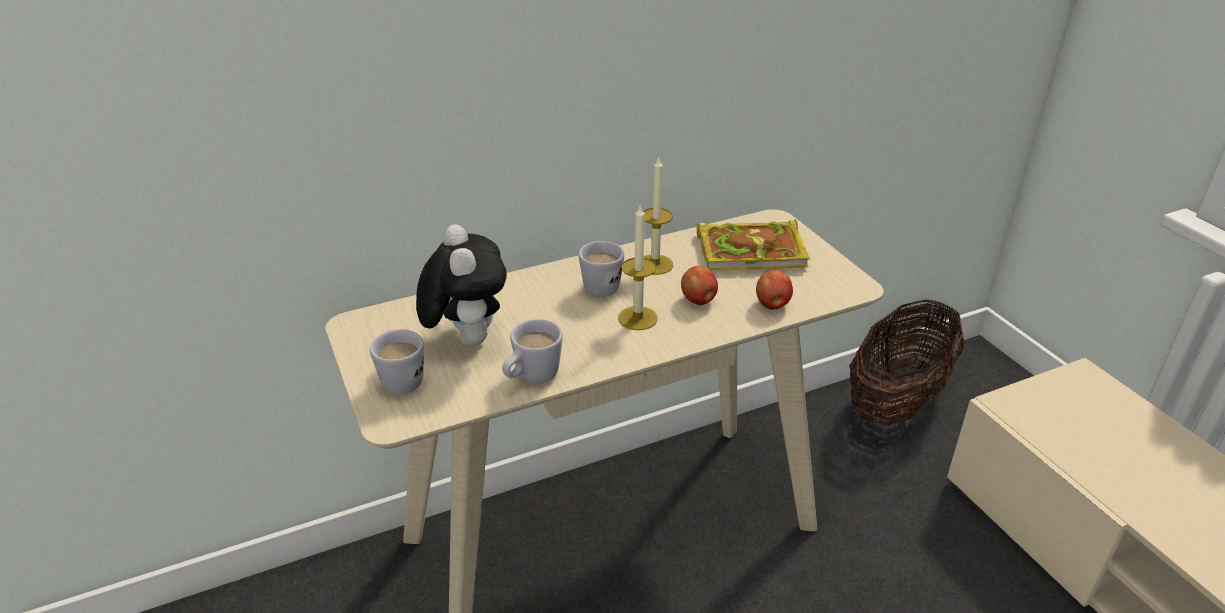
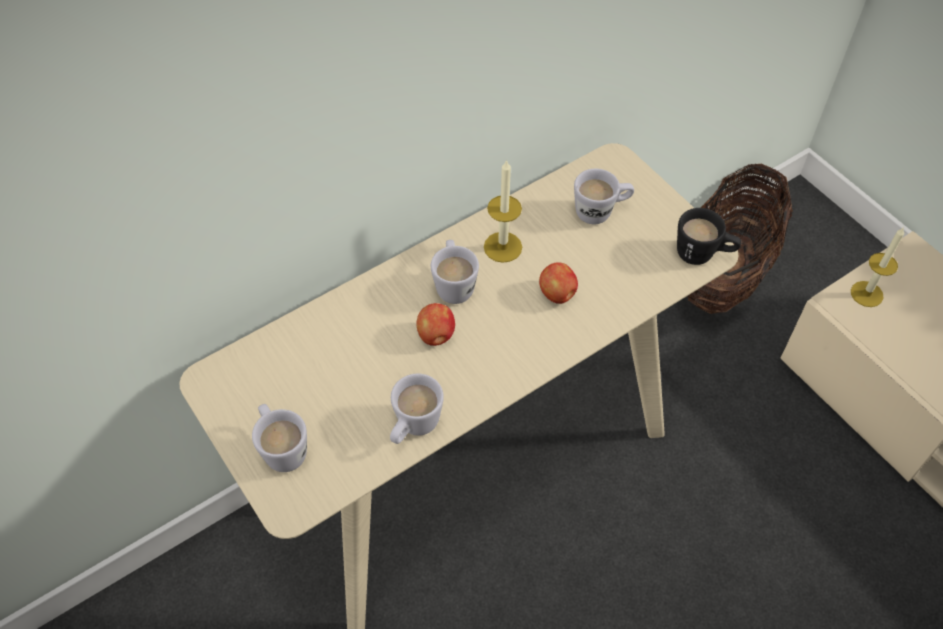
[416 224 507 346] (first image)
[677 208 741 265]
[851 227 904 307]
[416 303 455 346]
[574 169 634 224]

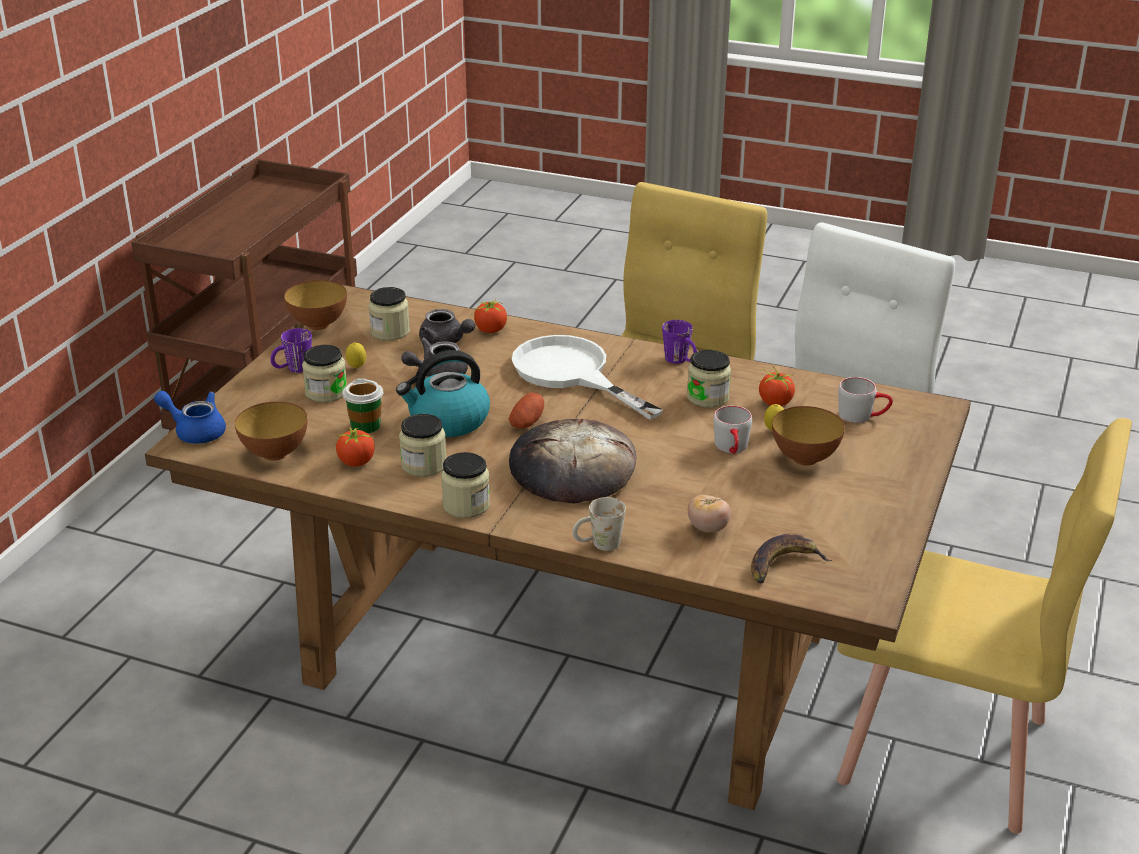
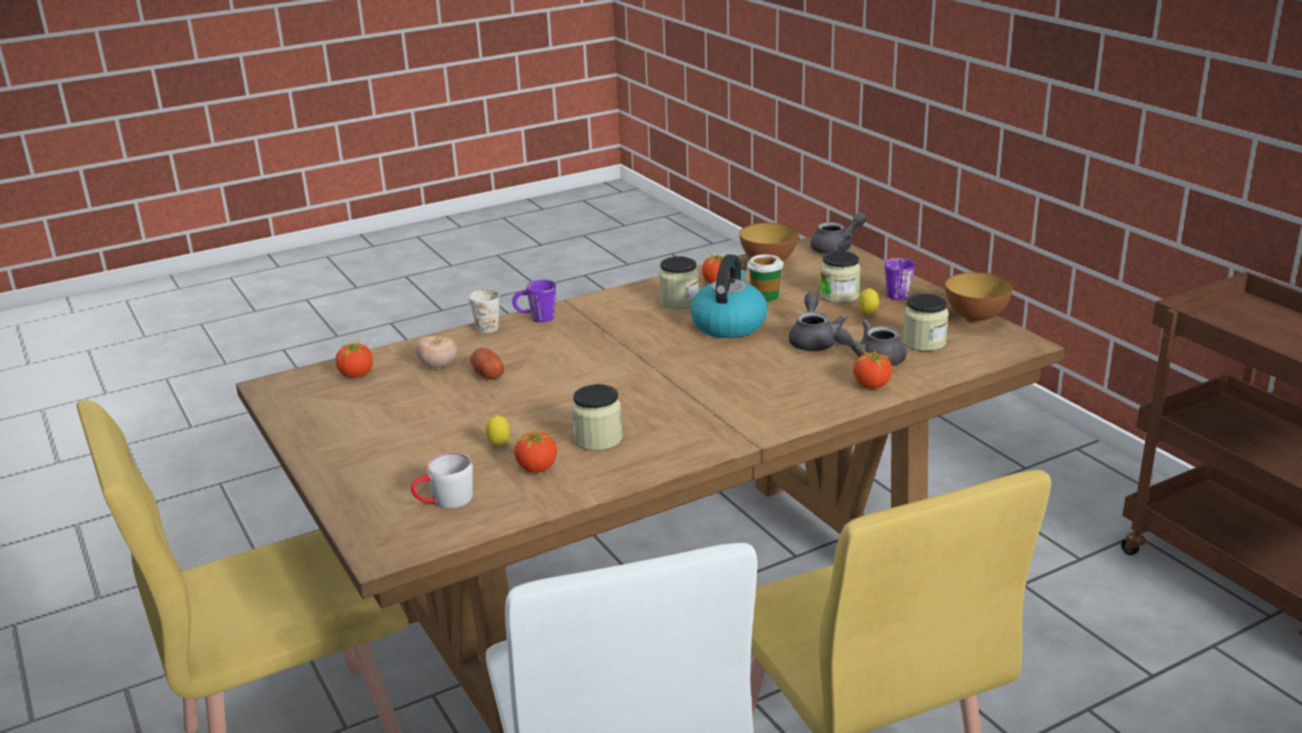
[441 452 490 518] (first image)
[509 419 636 503] (first image)
[512 335 663 420] (first image)
[713 406 752 454] (first image)
[772 406 845 466] (first image)
[470 348 504 380]
[512 280 556 323]
[335 336 373 378]
[811 212 867 254]

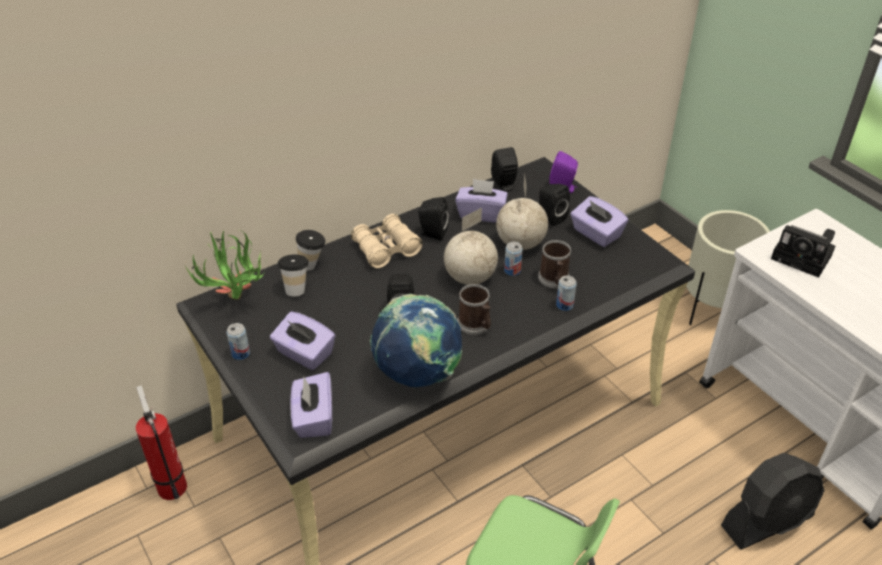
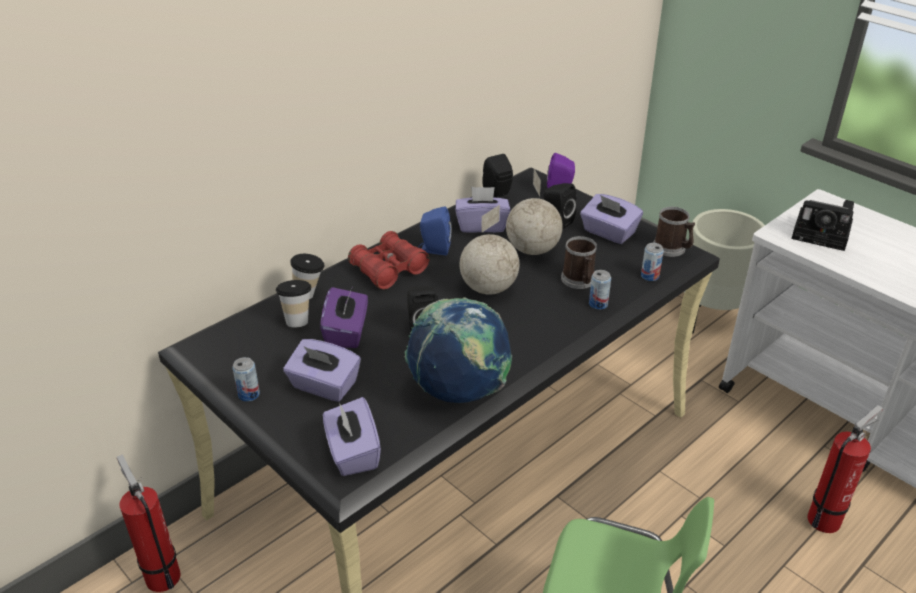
[185 231 269 300] (first image)
[320 287 368 348]
[653 207 695 257]
[641 243 664 281]
[808 405 883 533]
[348 231 430 290]
[418 206 452 255]

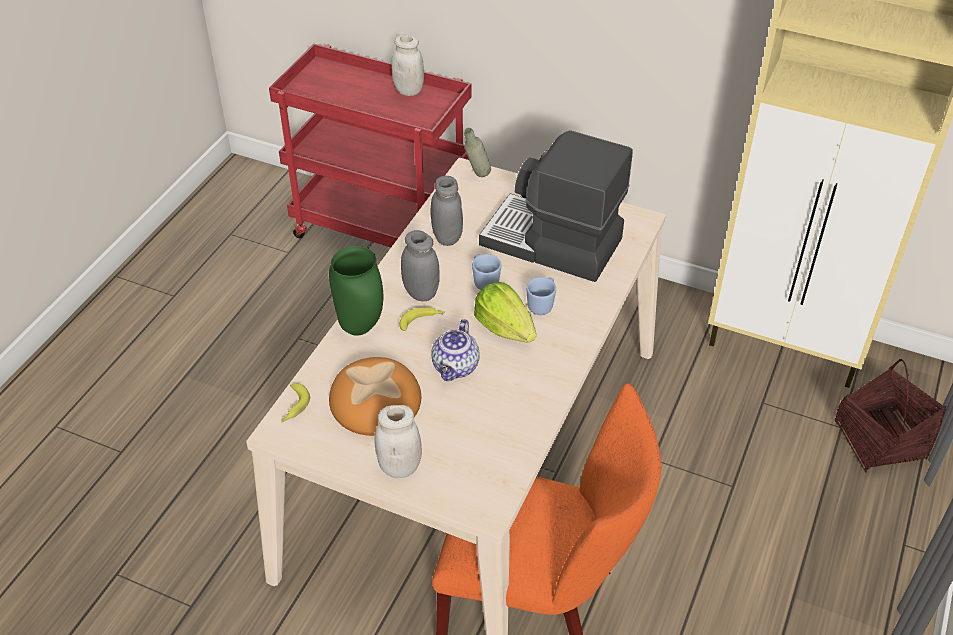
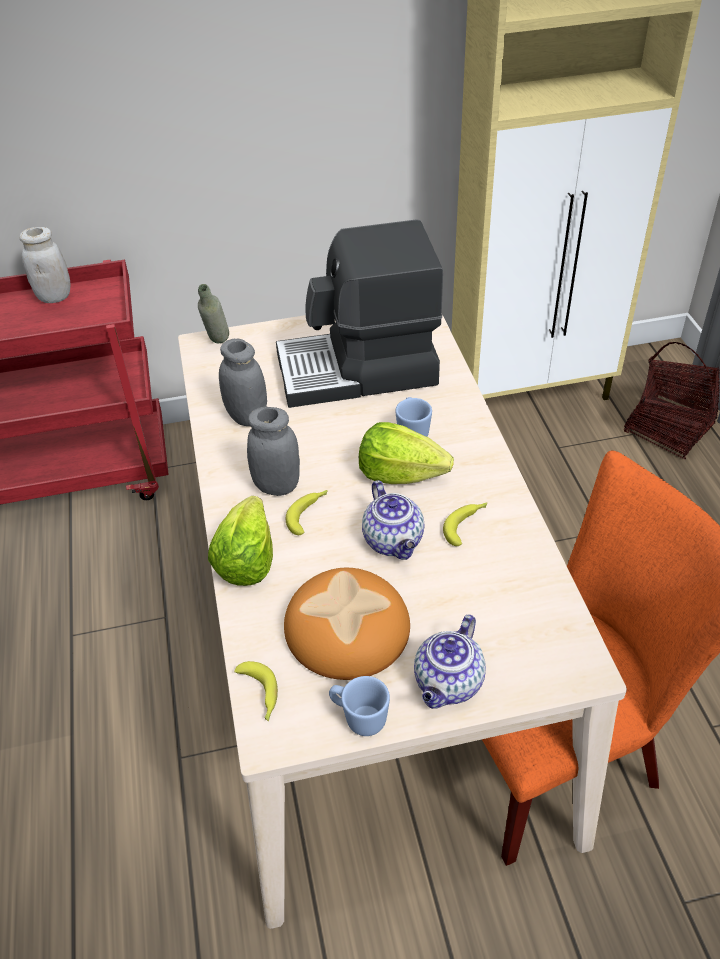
[443 503 487 546]
[329 676 390 736]
[208 496 273 586]
[414 614 486 709]

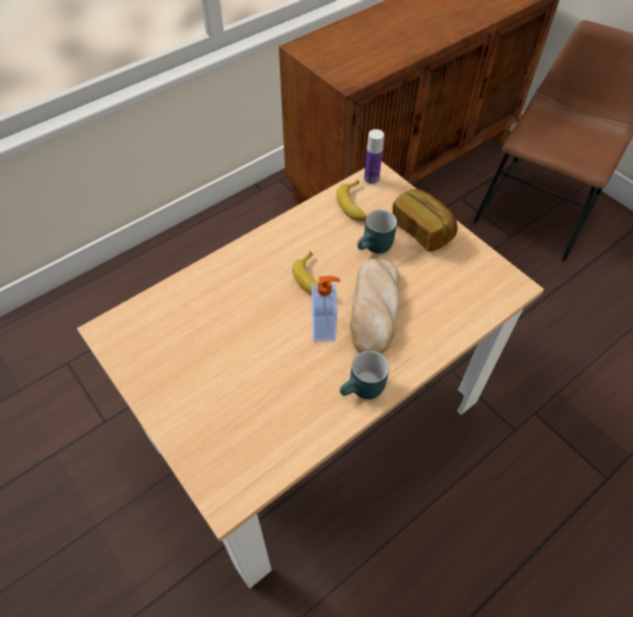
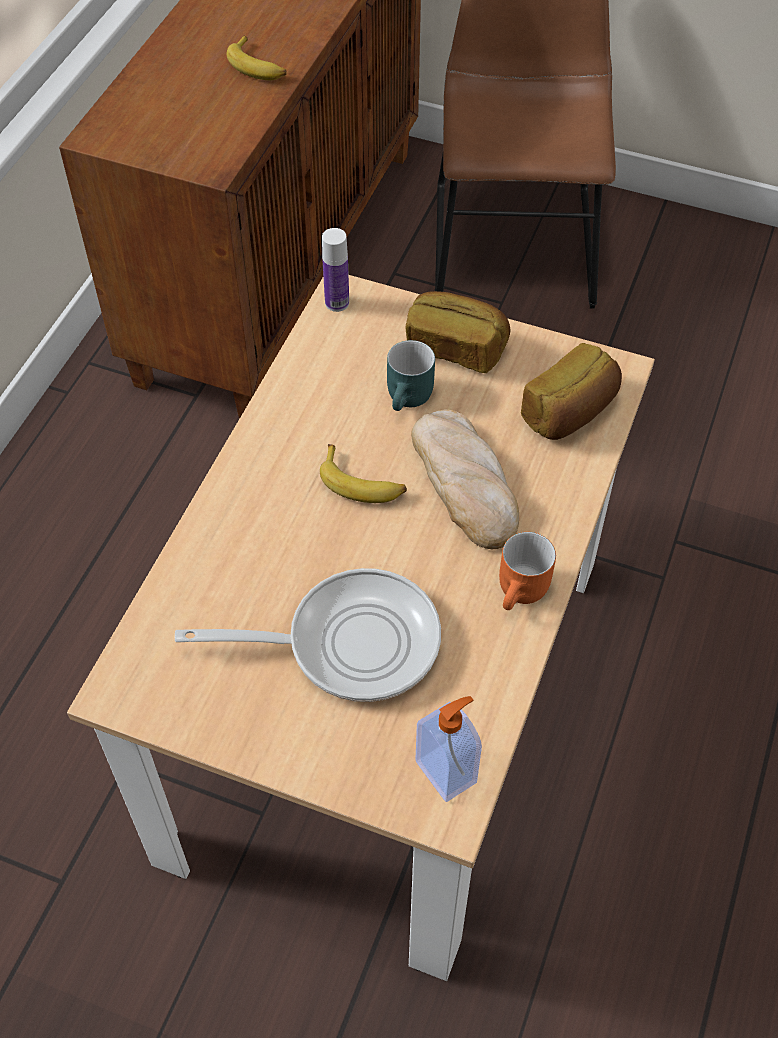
[175 568 441 702]
[521 343 622 440]
[415 696 482 802]
[227 35 287 80]
[499 532 556 610]

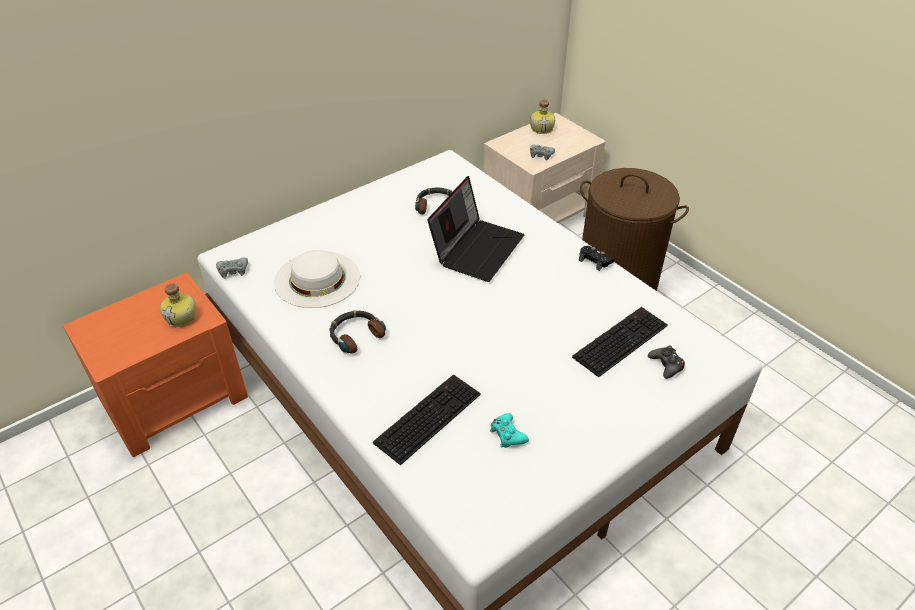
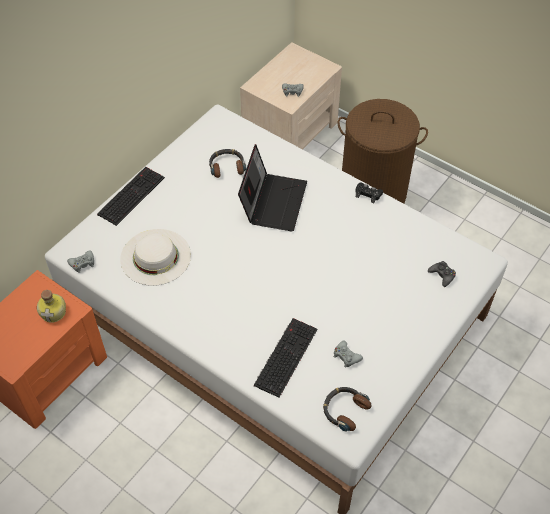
[530 99 555 134] (first image)
[323 387 372 432]
[97 167 165 226]
[333 340 363 368]

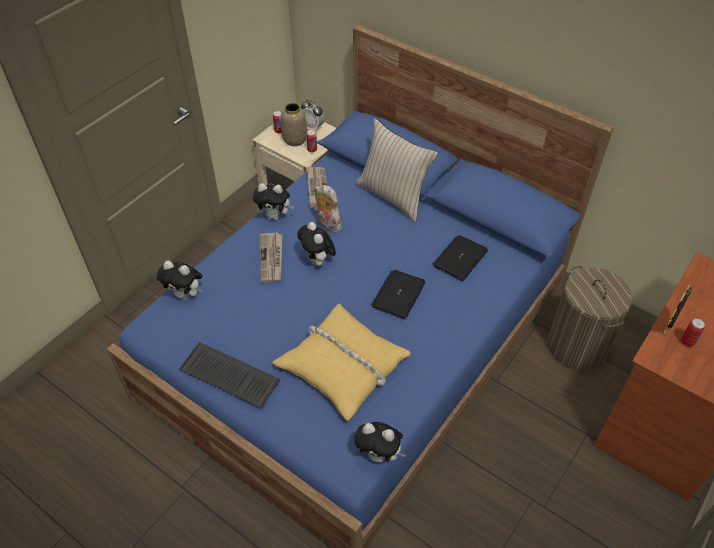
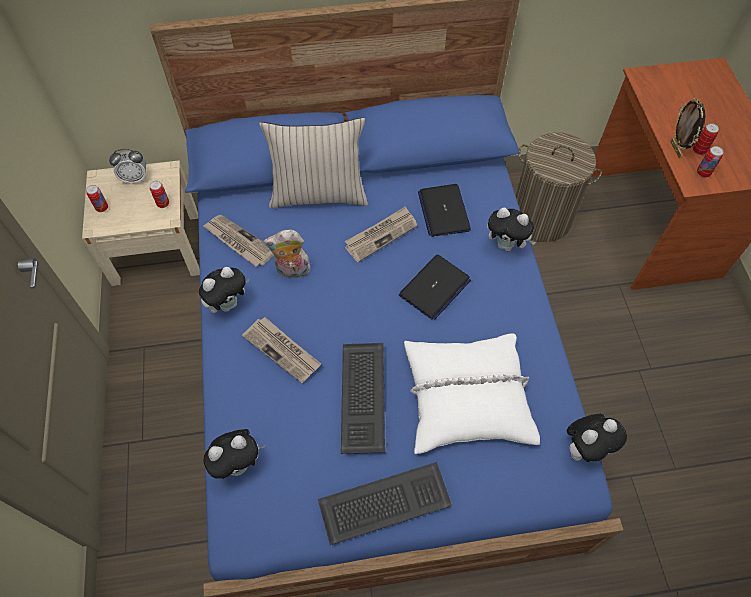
[281 103 307 146] (first image)
[341 343 385 454]
[345 206 417 262]
[697 146 723 178]
[487 208 536 252]
[404 333 540 454]
[399 255 471 320]

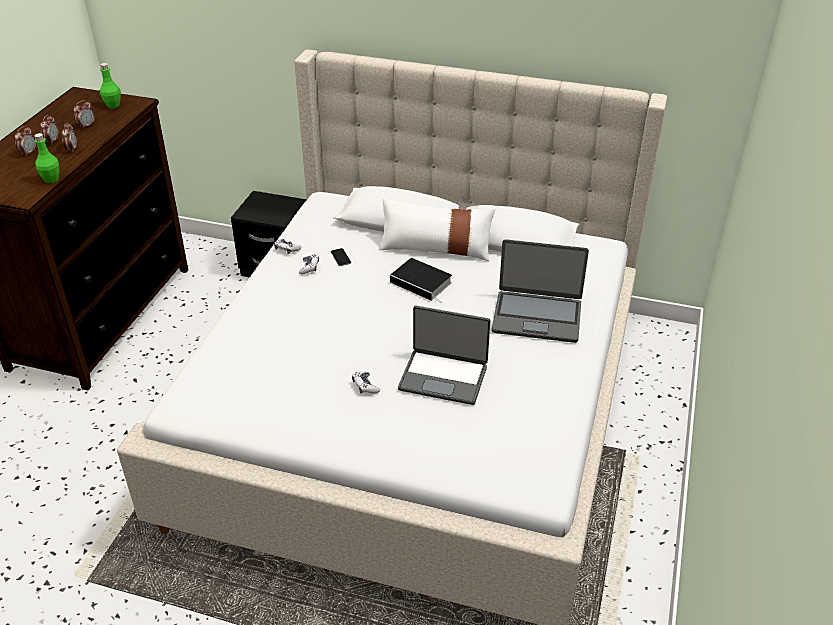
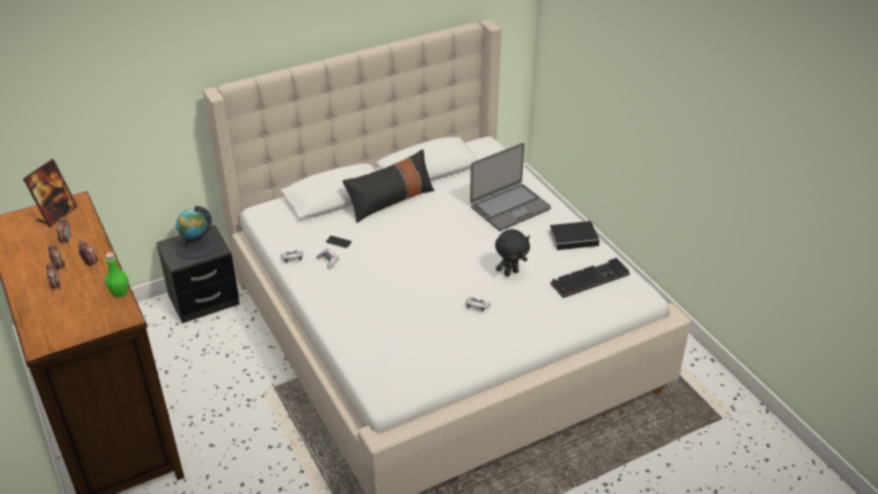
[175 206 217 259]
[551 258 630 298]
[550 221 606 250]
[23 159 78 227]
[495 229 530 276]
[343 149 435 223]

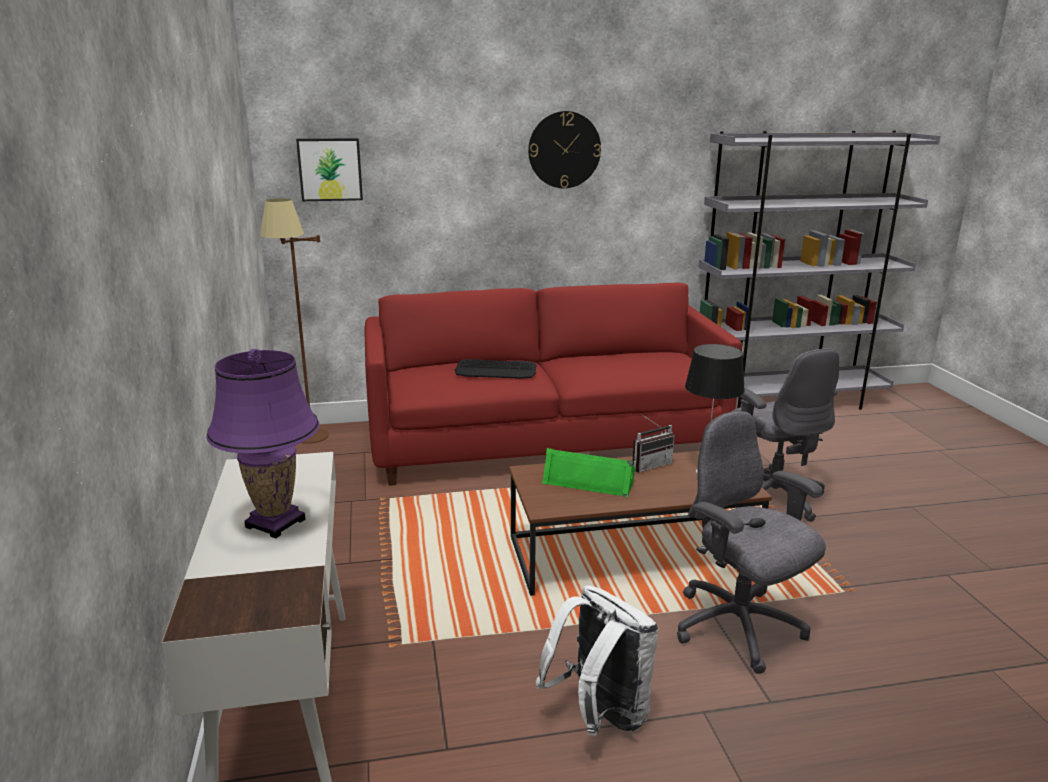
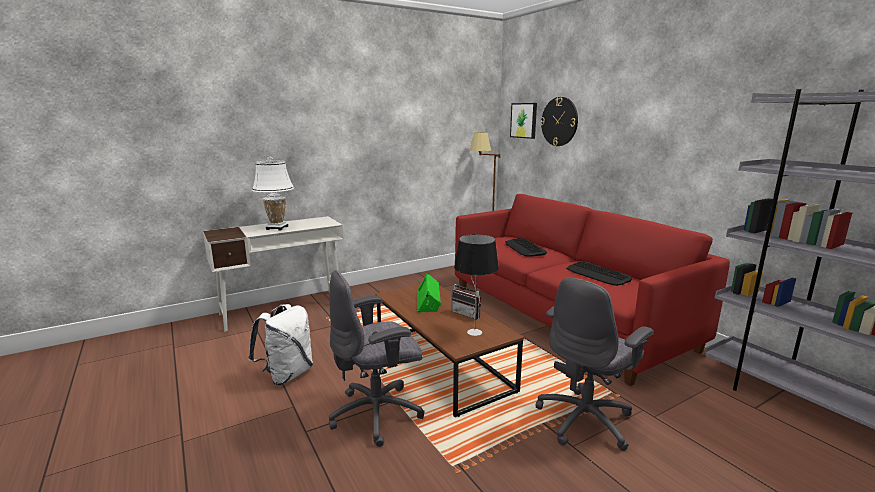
[566 261 632 286]
[540 97 578 146]
[252 157 294 230]
[329 270 425 447]

